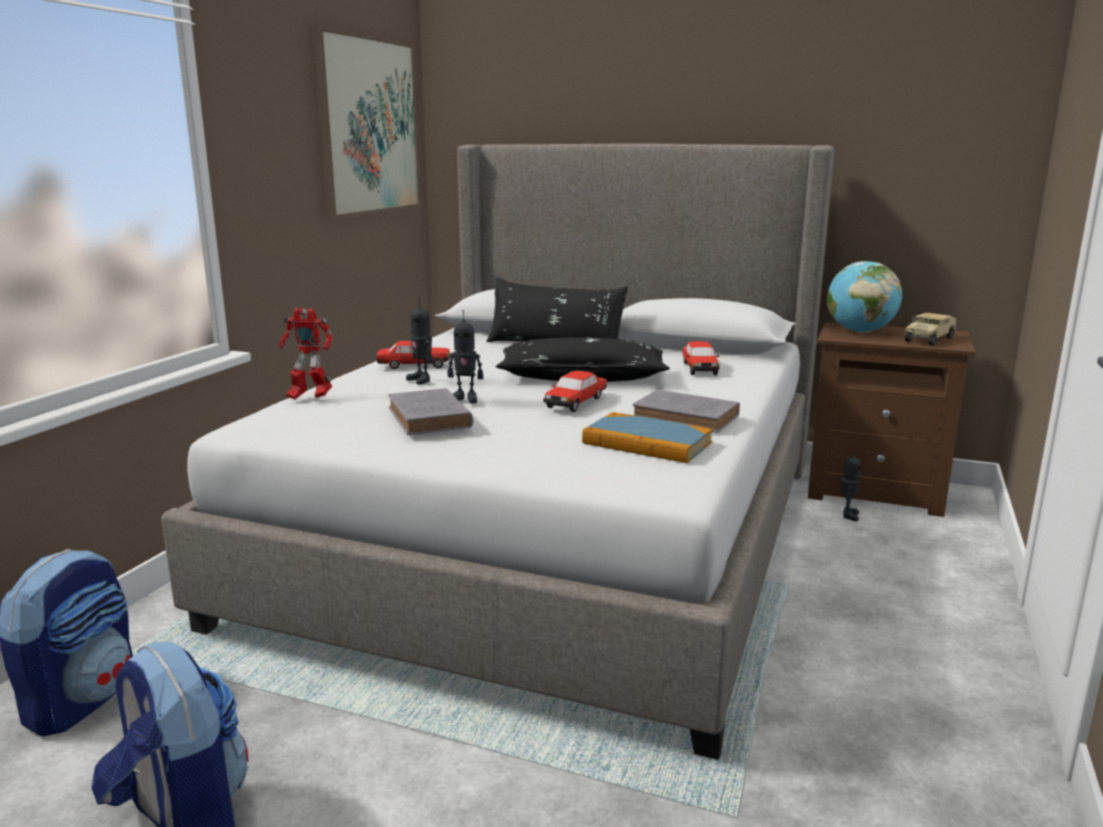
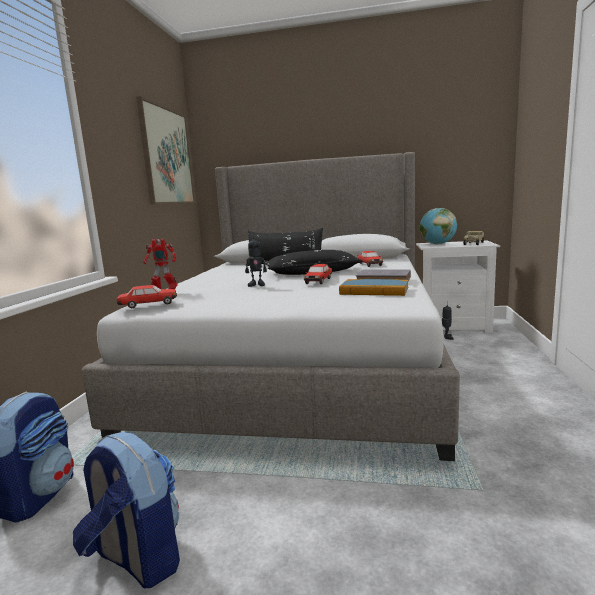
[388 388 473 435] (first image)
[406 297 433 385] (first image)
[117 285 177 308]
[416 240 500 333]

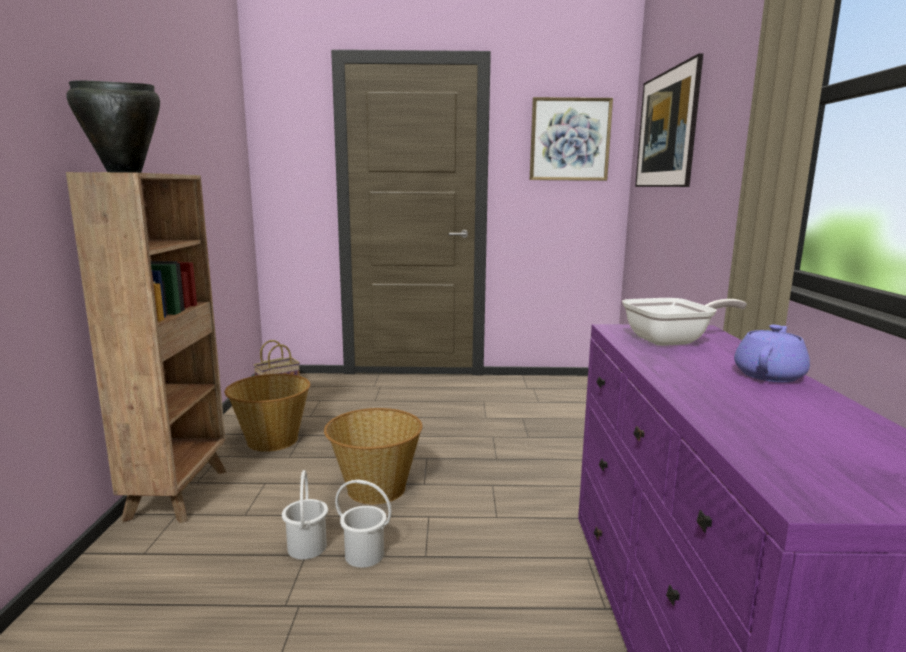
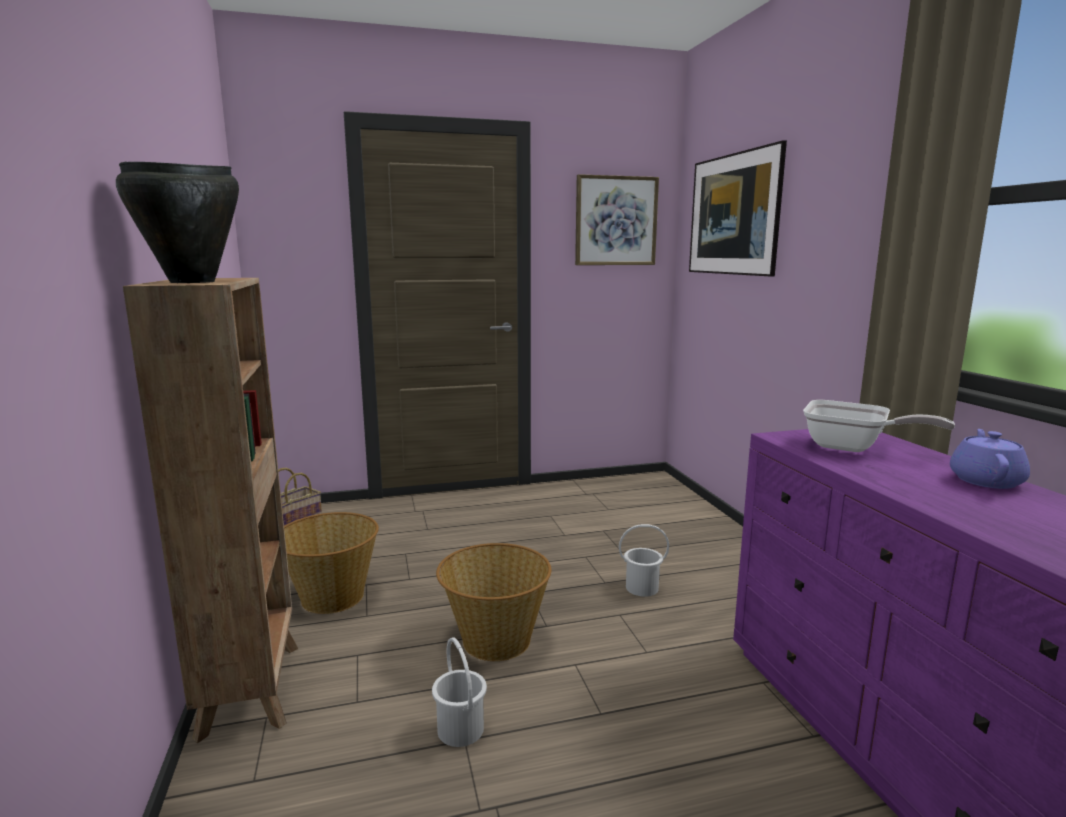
[619 524 669 597]
[803 400 955 452]

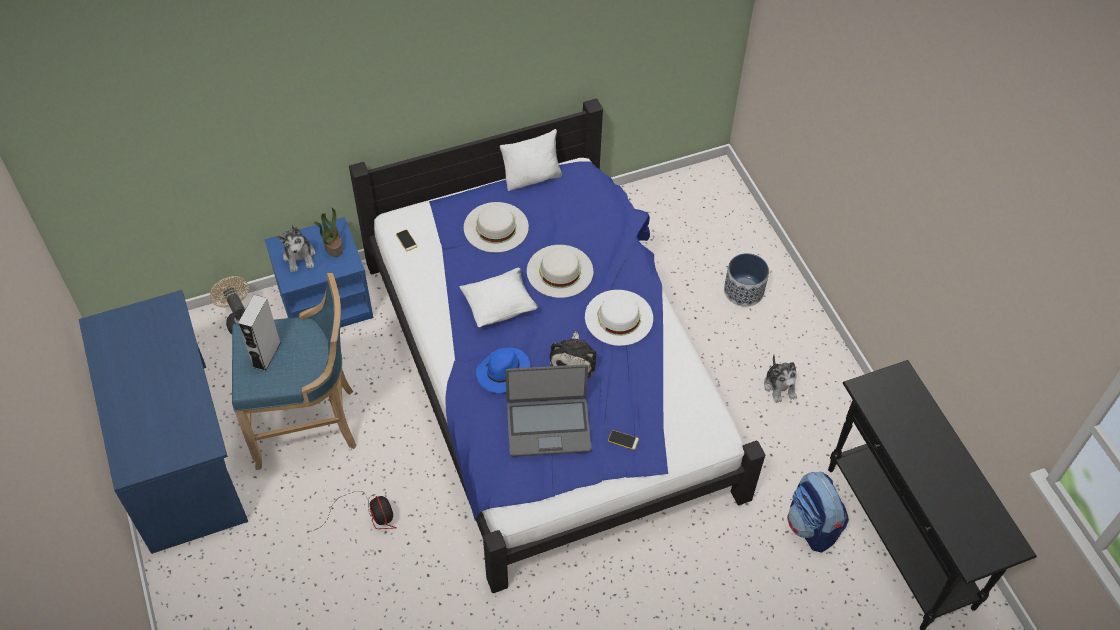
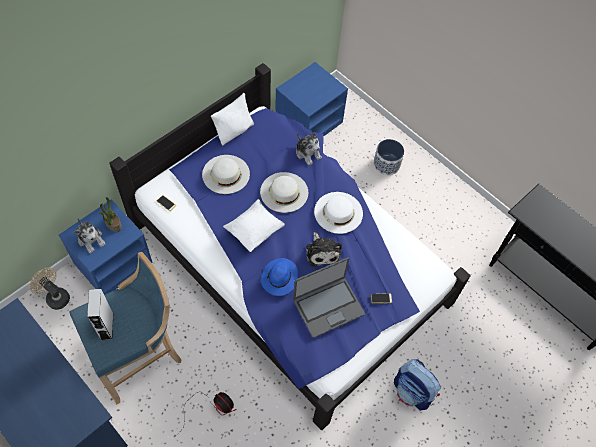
[275 62 348 137]
[296 132 322 166]
[394 359 441 410]

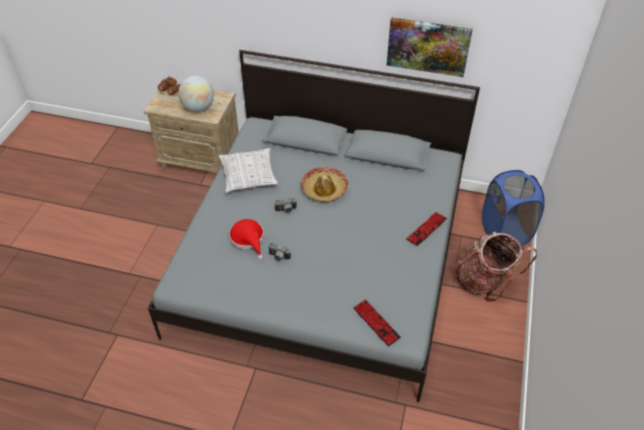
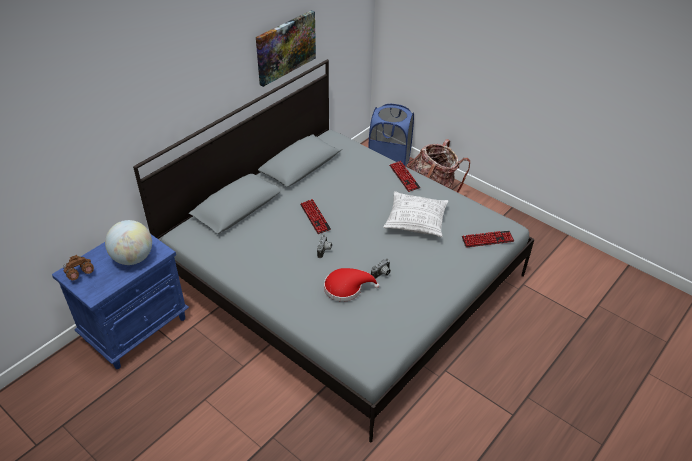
[383 191 448 237]
[300 199 331 234]
[52 234 189 369]

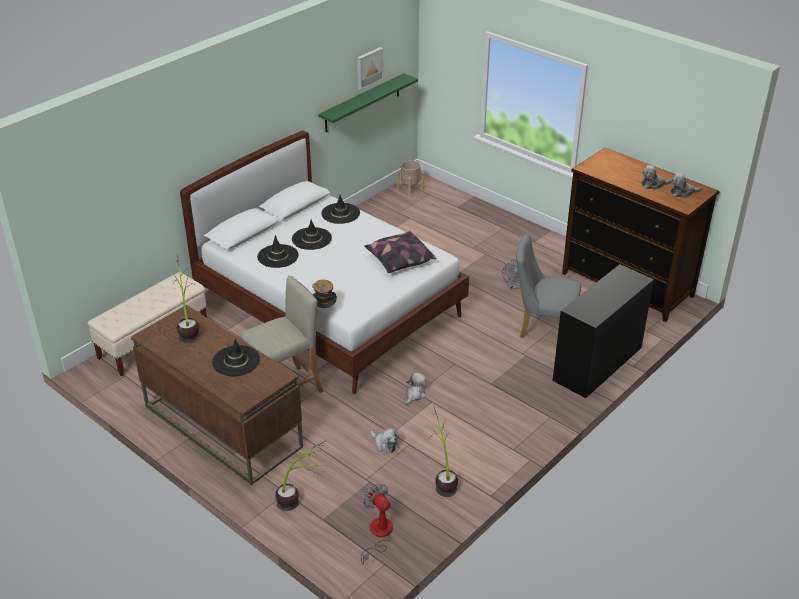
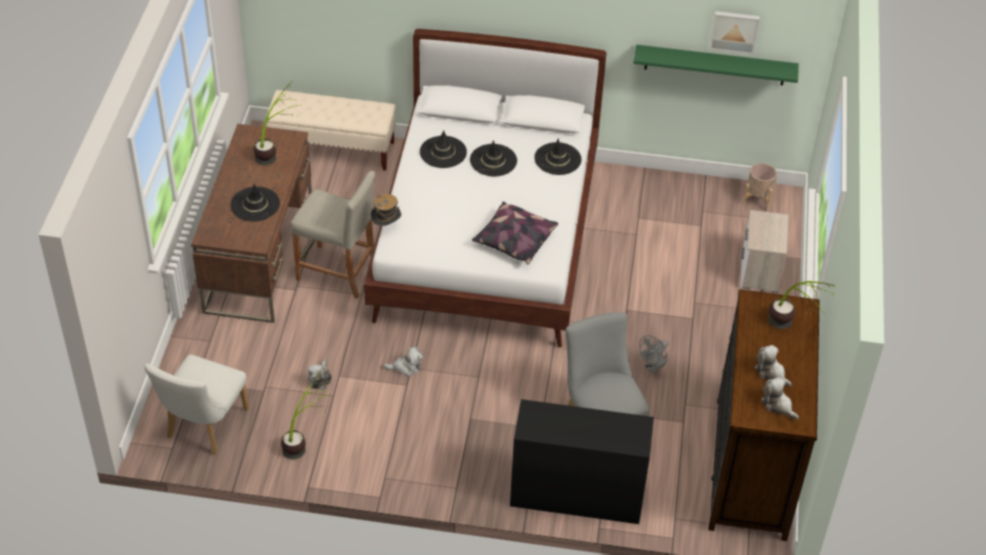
[740 210 788 293]
[768 281 835 329]
[144 354 249 455]

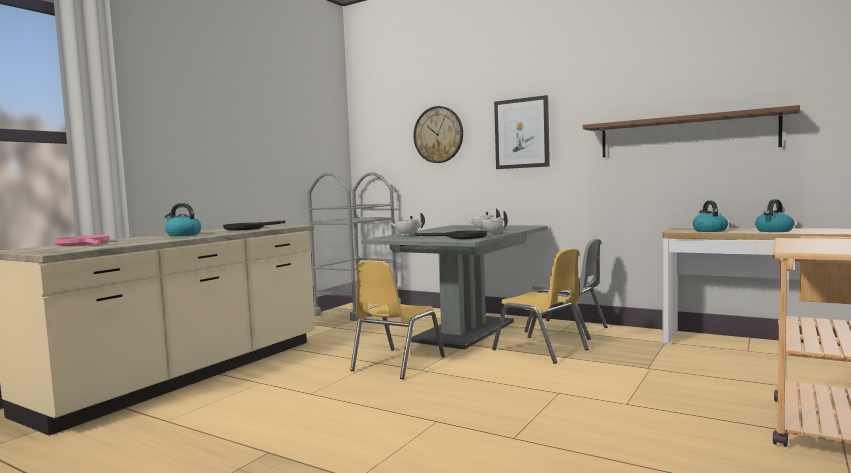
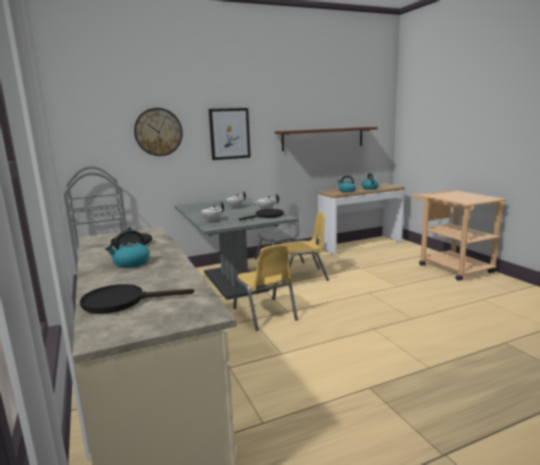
[80 284 194 314]

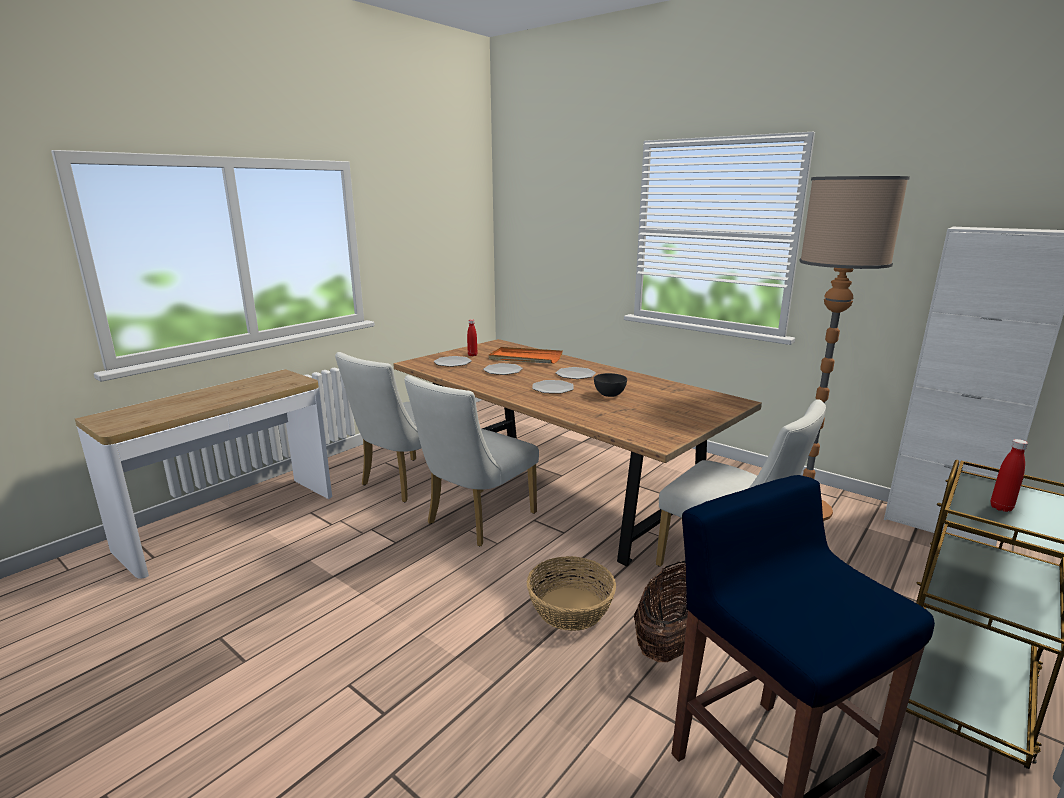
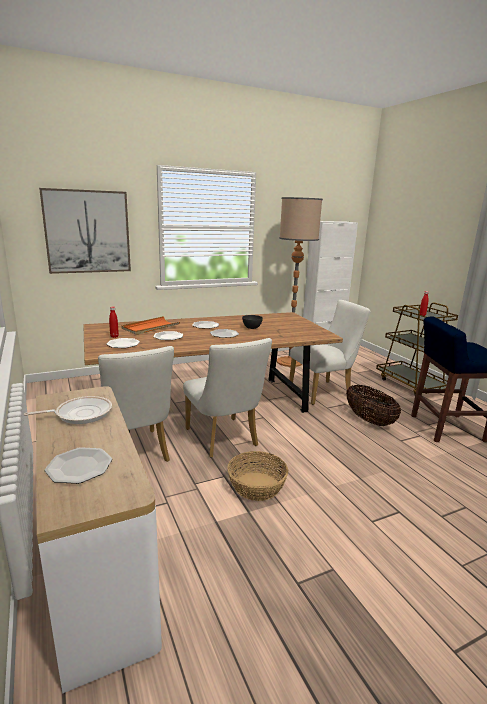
[24 396 112 424]
[39 188 131 274]
[45 447 112 484]
[227 451 288 501]

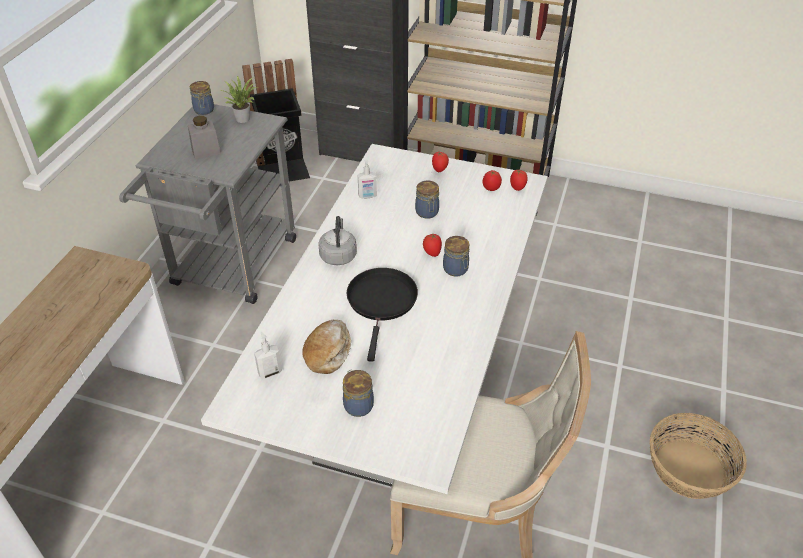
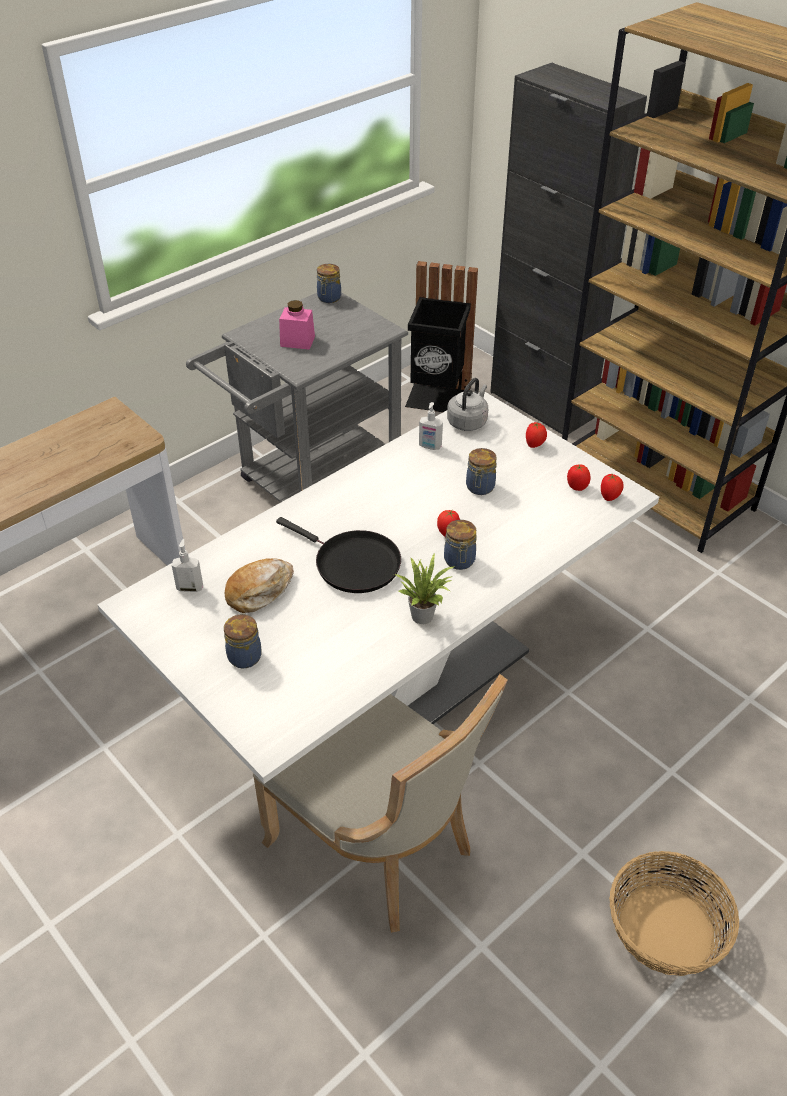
[394 554 455 624]
[447 378 488 431]
[279 300 315 350]
[276 517 401 593]

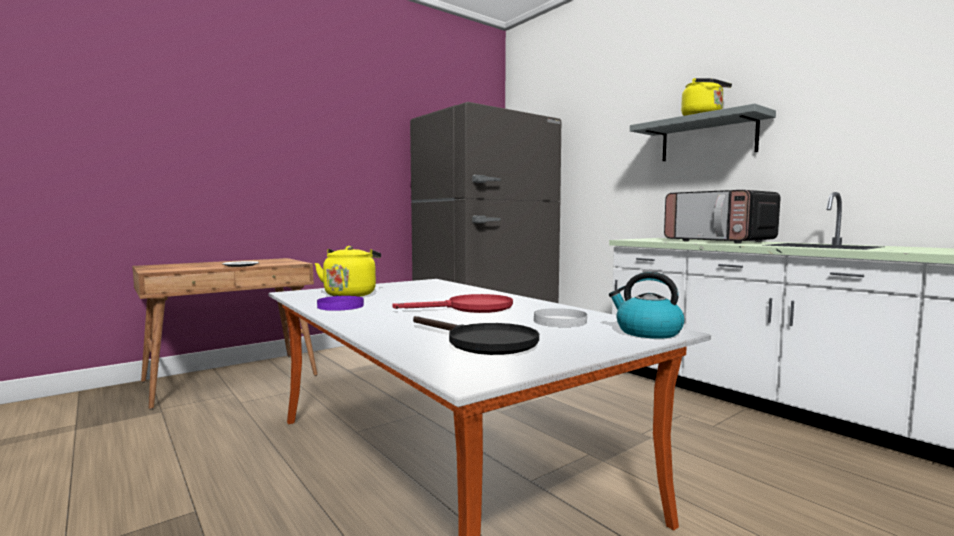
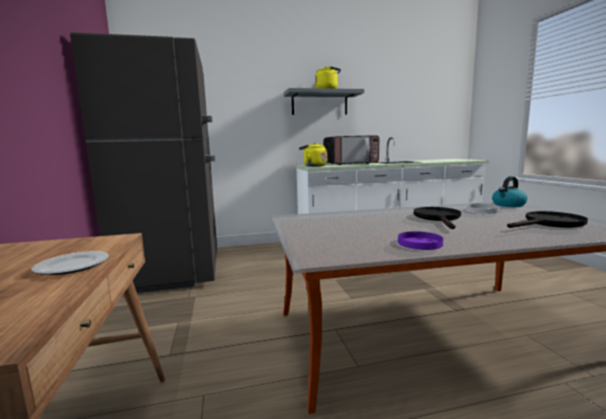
[299 143 327 167]
[414 207 461 229]

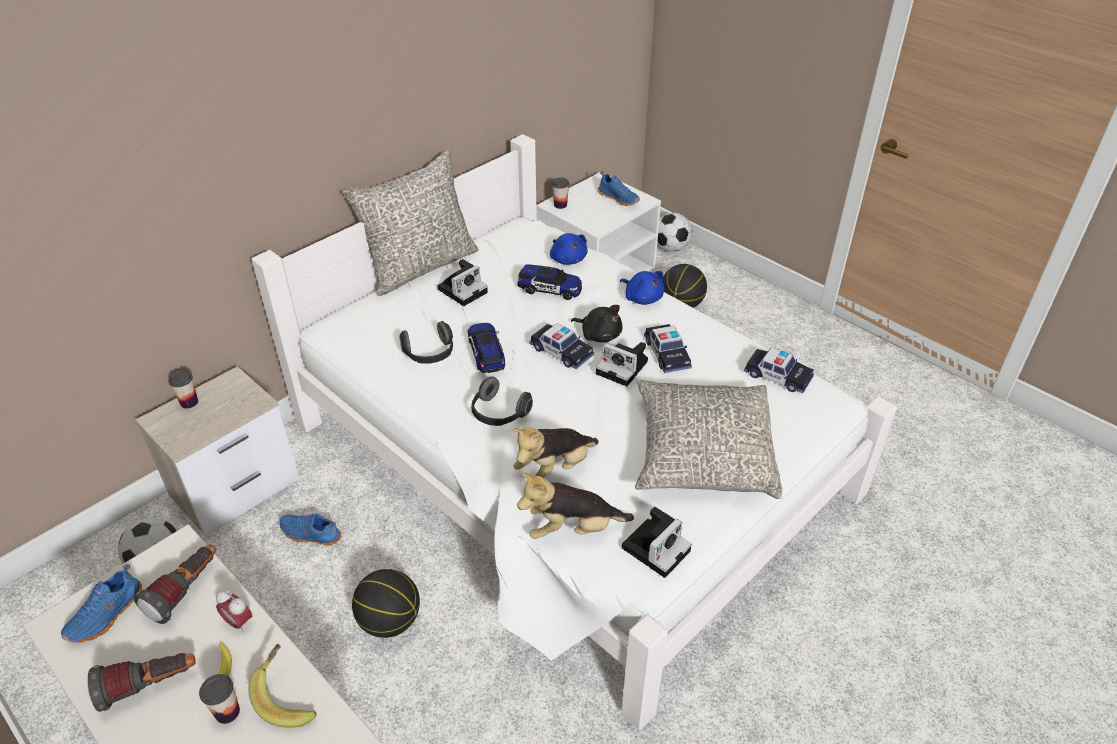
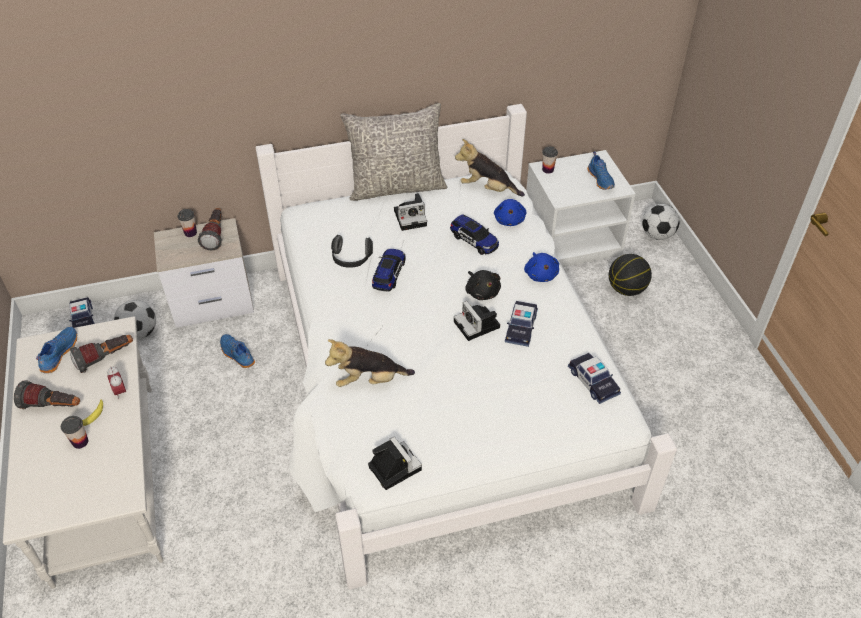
[248 644 317 728] (first image)
[352 569 420 638] (first image)
[471 376 533 426] (first image)
[635 380 782 499] (first image)
[198 208 222 251]
[455 139 525 197]
[69 297 95 328]
[36 326 77 373]
[368 437 422 490]

